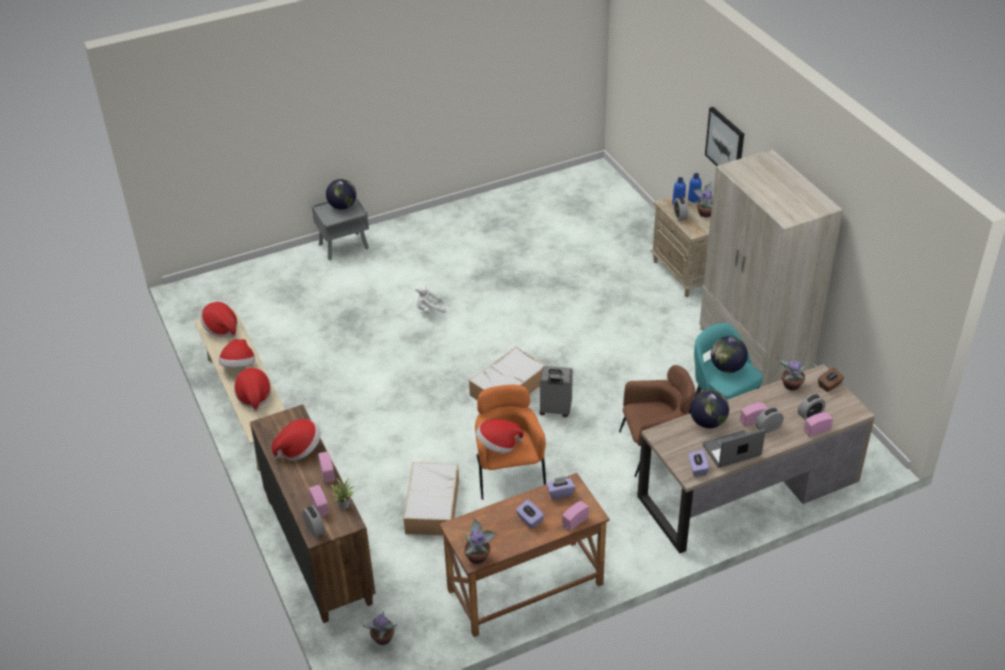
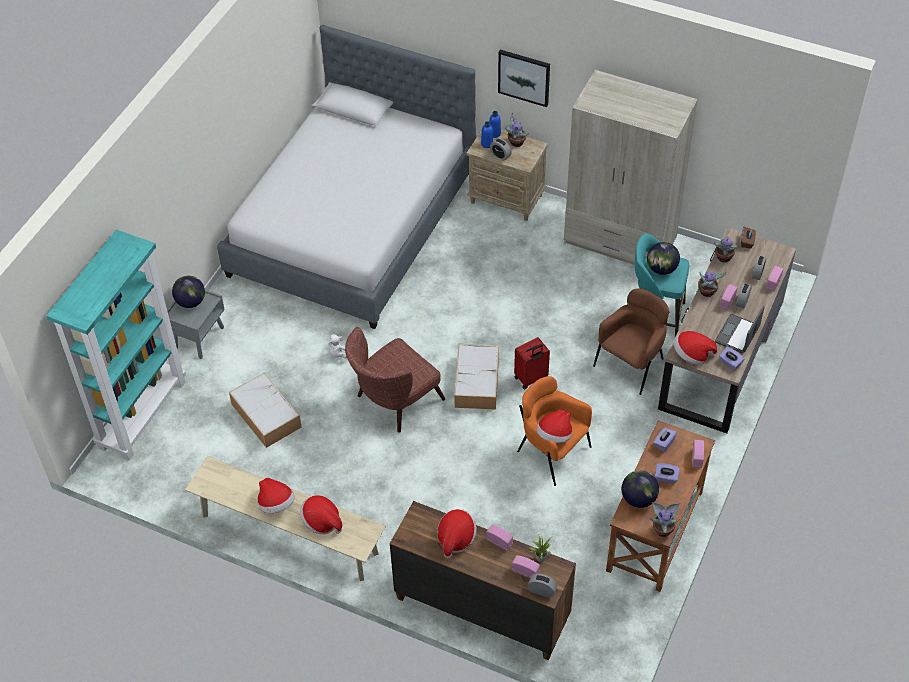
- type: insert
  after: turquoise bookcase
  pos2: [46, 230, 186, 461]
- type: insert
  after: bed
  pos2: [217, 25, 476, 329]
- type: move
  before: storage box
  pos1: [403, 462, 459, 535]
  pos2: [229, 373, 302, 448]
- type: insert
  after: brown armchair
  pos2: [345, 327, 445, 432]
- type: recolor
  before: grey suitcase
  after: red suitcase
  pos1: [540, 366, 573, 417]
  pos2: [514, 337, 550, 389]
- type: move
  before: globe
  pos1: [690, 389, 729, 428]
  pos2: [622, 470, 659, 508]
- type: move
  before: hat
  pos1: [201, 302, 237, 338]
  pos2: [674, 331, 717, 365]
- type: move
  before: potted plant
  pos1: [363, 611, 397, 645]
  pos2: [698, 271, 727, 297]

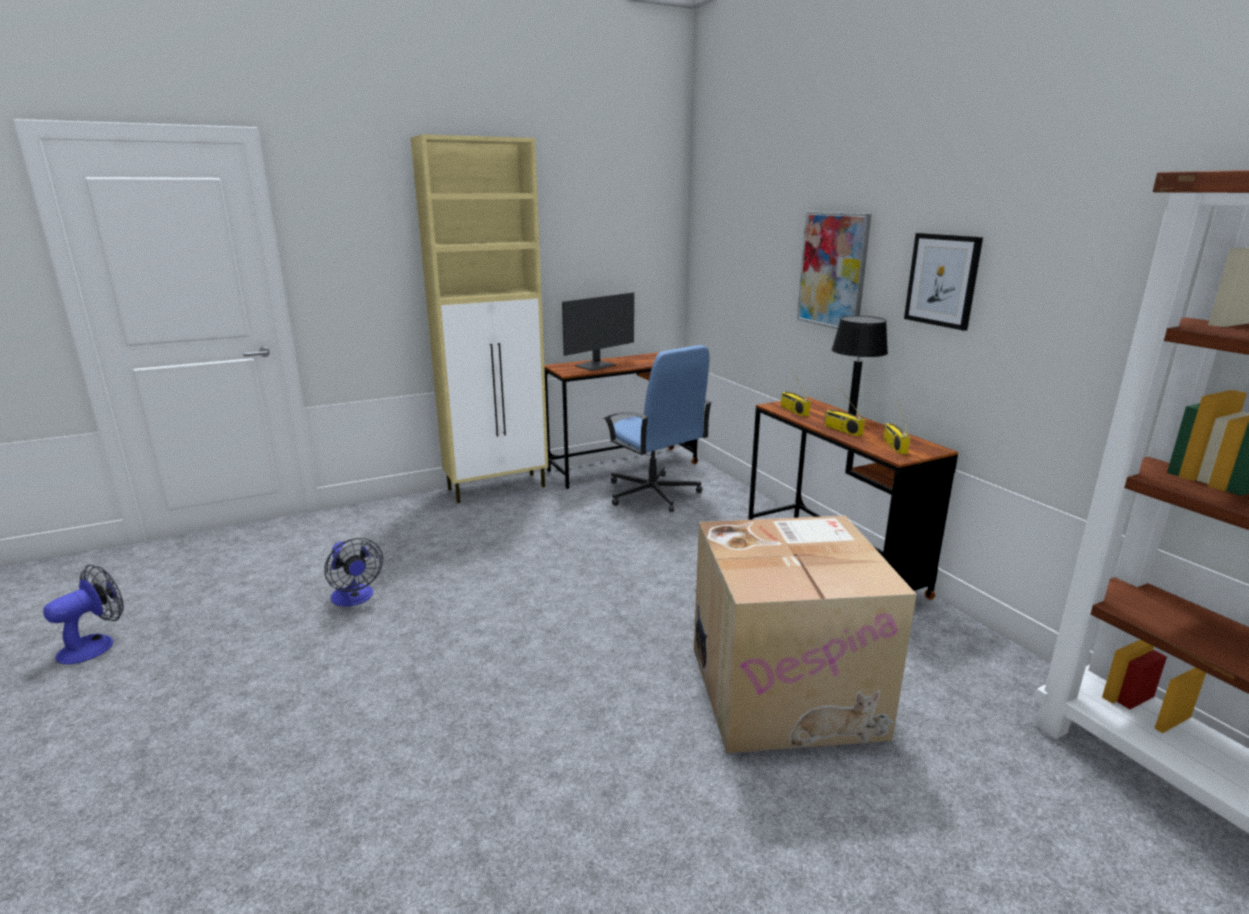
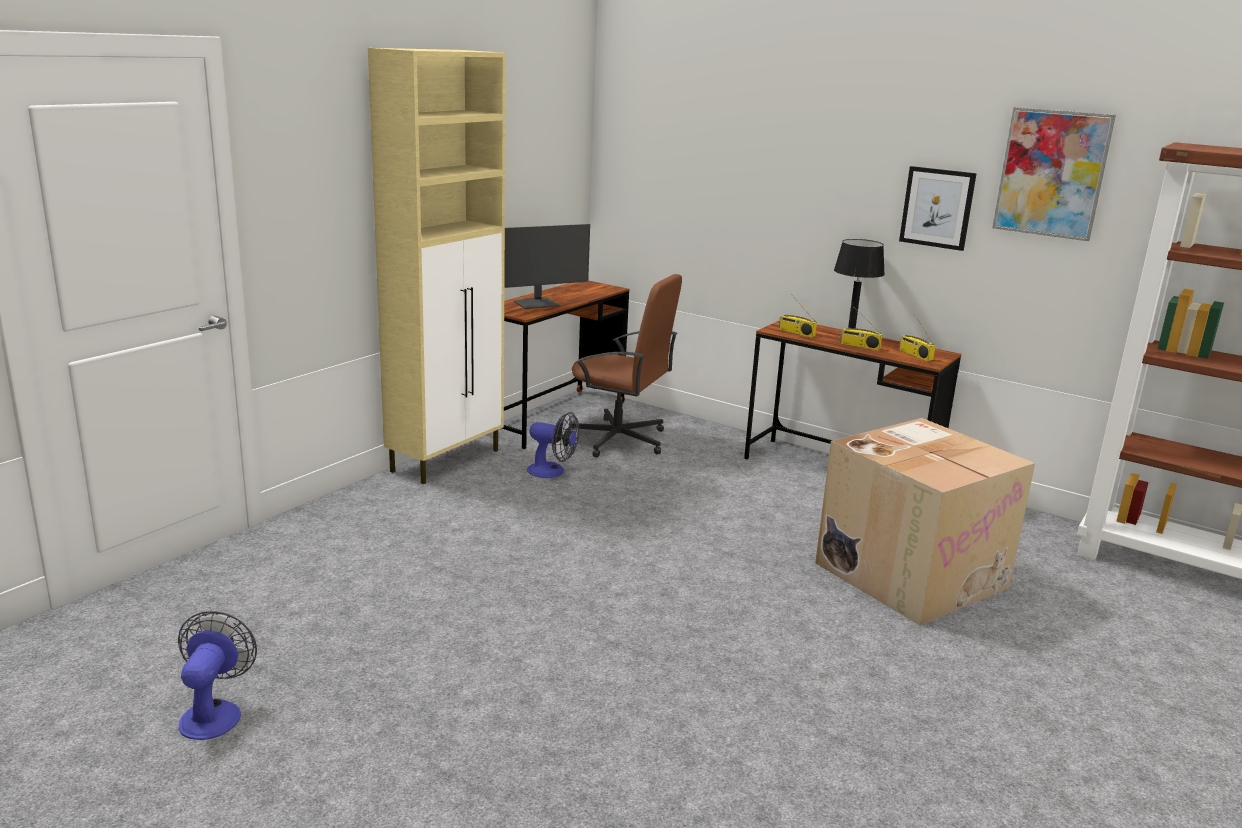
- type: rotate
  before: monitor
  pos1: [562, 292, 634, 371]
  pos2: [504, 224, 590, 309]
  turn: 45
- type: move
  before: fan
  pos1: [324, 538, 383, 607]
  pos2: [527, 412, 579, 478]
- type: recolor
  before: blue office chair
  after: brown office chair
  pos1: [603, 345, 712, 512]
  pos2: [569, 274, 682, 458]
- type: move
  before: picture
  pos1: [797, 212, 872, 329]
  pos2: [992, 107, 1116, 241]

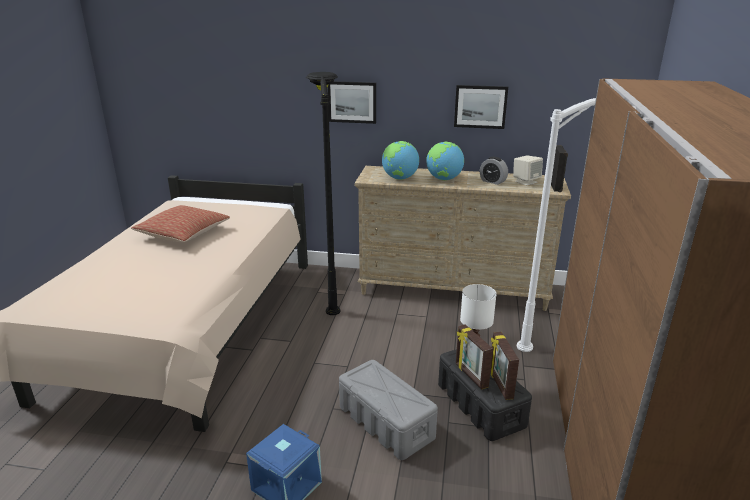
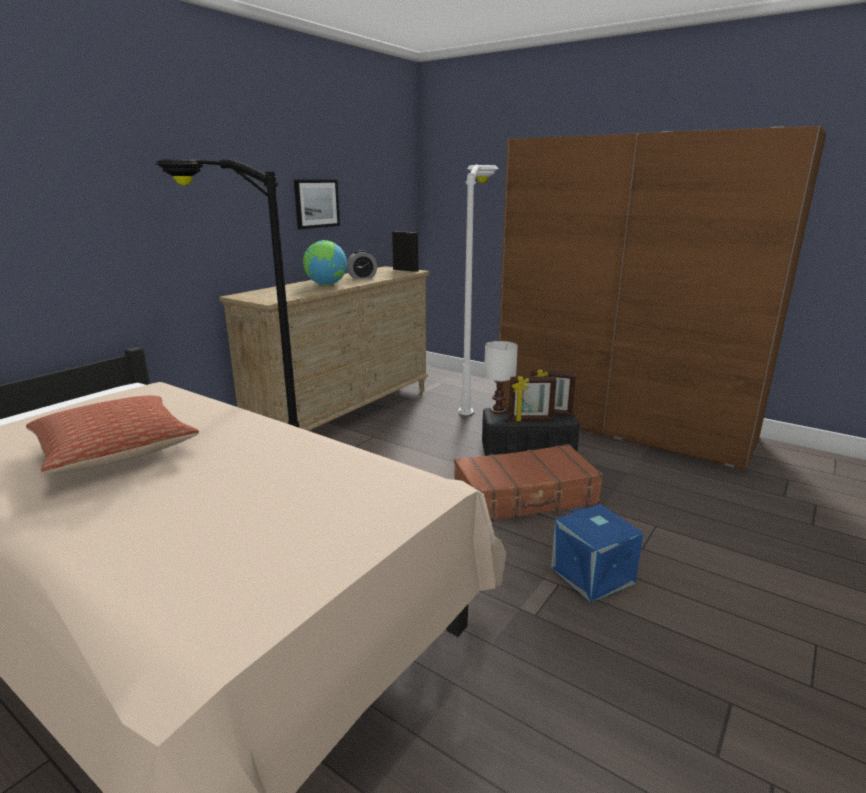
- type: replace
  before: grey storage box
  after: brown suitcase
  pos1: [339, 360, 438, 460]
  pos2: [454, 444, 603, 521]
- type: delete
  before: picture
  pos1: [328, 81, 376, 124]
- type: delete
  before: globe
  pos1: [382, 141, 419, 180]
- type: delete
  before: beige speaker
  pos1: [513, 155, 543, 186]

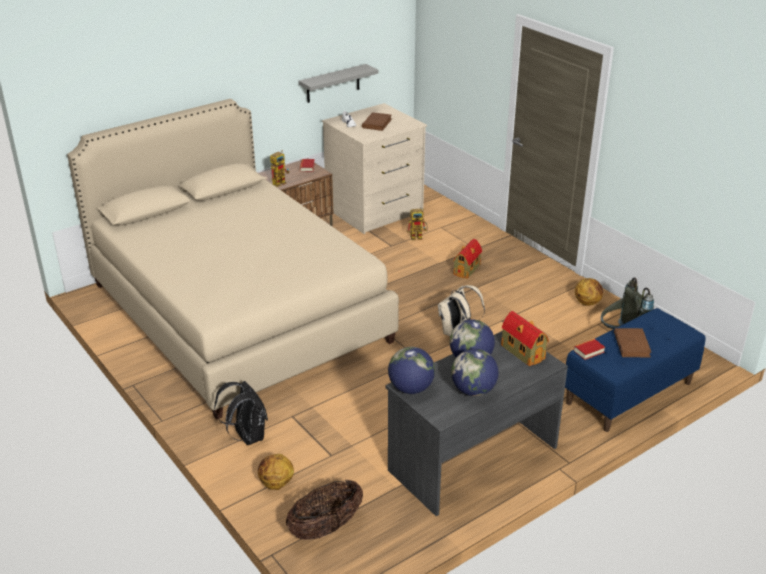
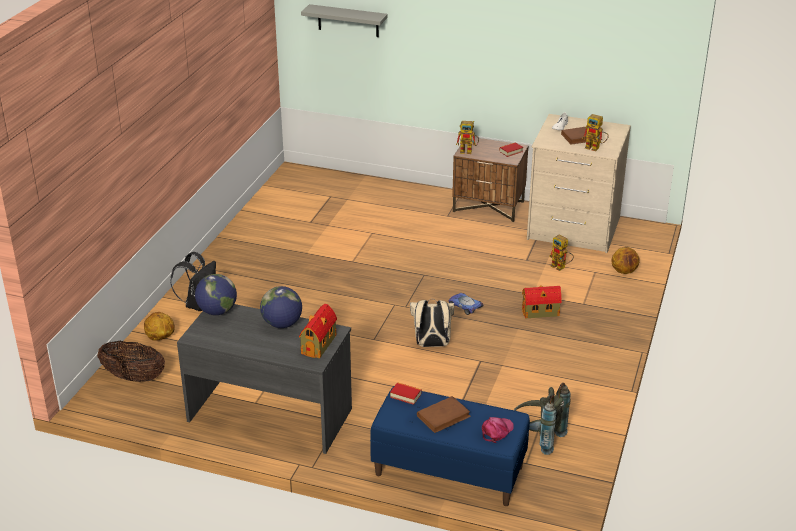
- type: move
  before: grey shelf
  pos1: [299, 64, 379, 103]
  pos2: [301, 4, 388, 37]
- type: insert
  after: toy car
  pos2: [449, 293, 483, 315]
- type: insert
  after: pink cap
  pos2: [482, 417, 514, 443]
- type: insert
  after: toy robot
  pos2: [582, 114, 608, 151]
- type: move
  before: basketball
  pos1: [575, 278, 603, 306]
  pos2: [612, 247, 640, 274]
- type: delete
  before: beige bed
  pos1: [67, 99, 399, 419]
- type: delete
  before: globe
  pos1: [451, 349, 498, 396]

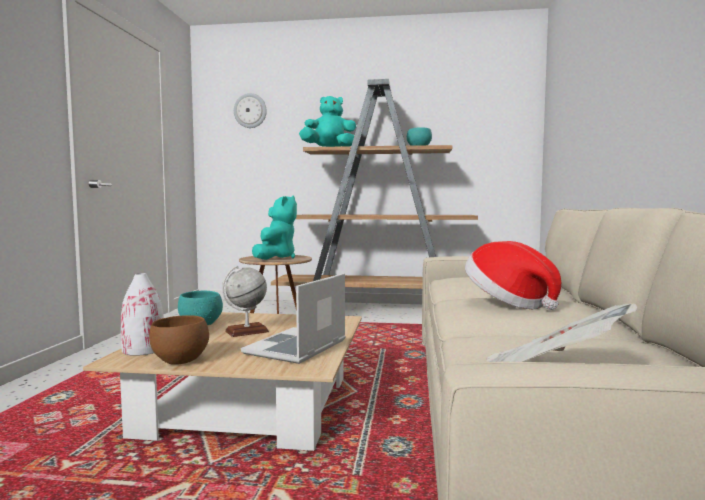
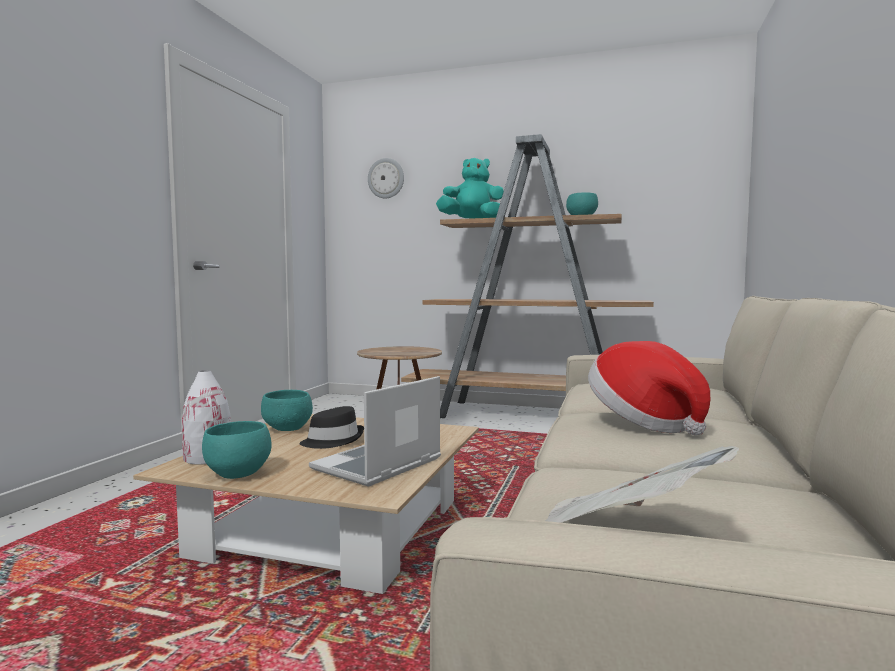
- type: recolor
  before: brown bowl
  after: turquoise bowl
  pos1: [149, 315, 209, 365]
  pos2: [202, 421, 272, 479]
- type: replace
  before: globe
  after: black hat
  pos1: [222, 266, 269, 337]
  pos2: [300, 406, 364, 449]
- type: delete
  before: turquoise plush toy
  pos1: [252, 195, 297, 260]

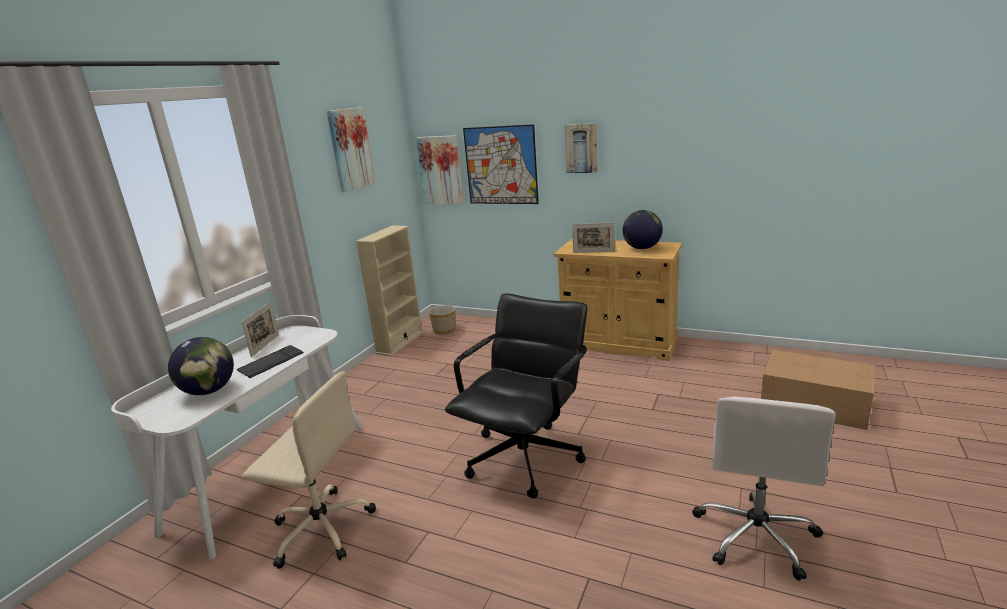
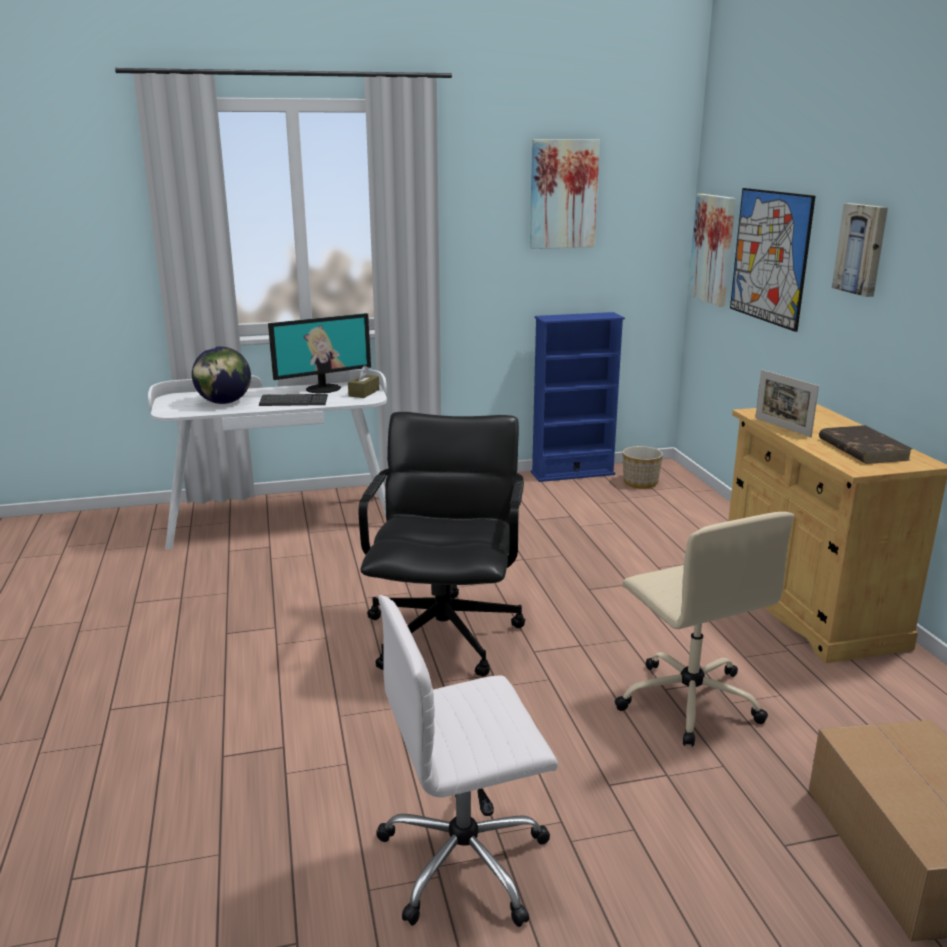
- type: replace
  before: picture frame
  after: monitor
  pos1: [241, 302, 279, 357]
  pos2: [268, 313, 371, 394]
- type: insert
  after: brown tissue box
  pos2: [348, 365, 379, 398]
- type: rotate
  before: black office chair
  pos1: [445, 293, 587, 499]
  pos2: [359, 412, 525, 676]
  turn: -75
- type: recolor
  before: beige bookcase
  after: blue bookcase
  pos1: [356, 225, 424, 356]
  pos2: [531, 312, 625, 482]
- type: move
  before: beige office chair
  pos1: [242, 372, 376, 569]
  pos2: [615, 512, 794, 747]
- type: replace
  before: globe
  after: brown book
  pos1: [623, 210, 663, 249]
  pos2: [819, 425, 912, 464]

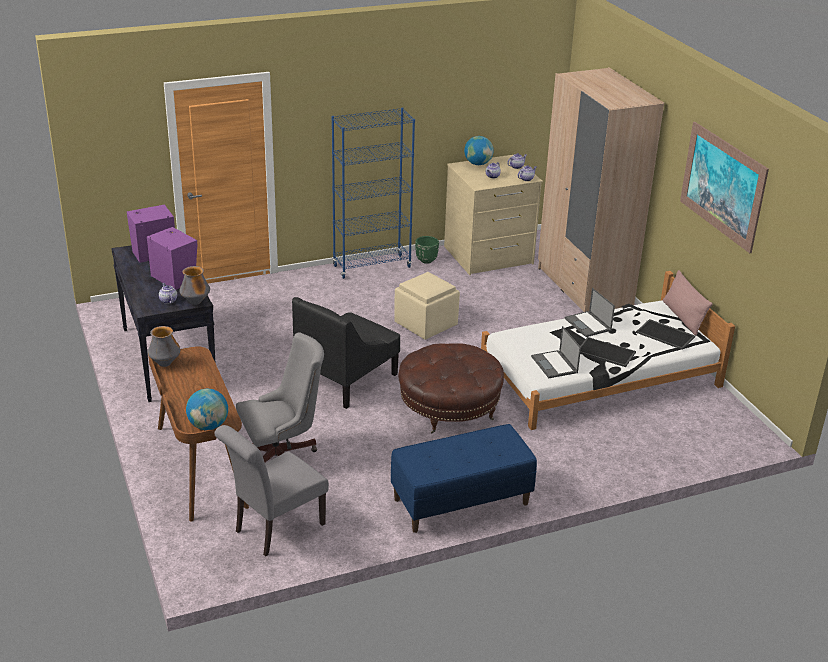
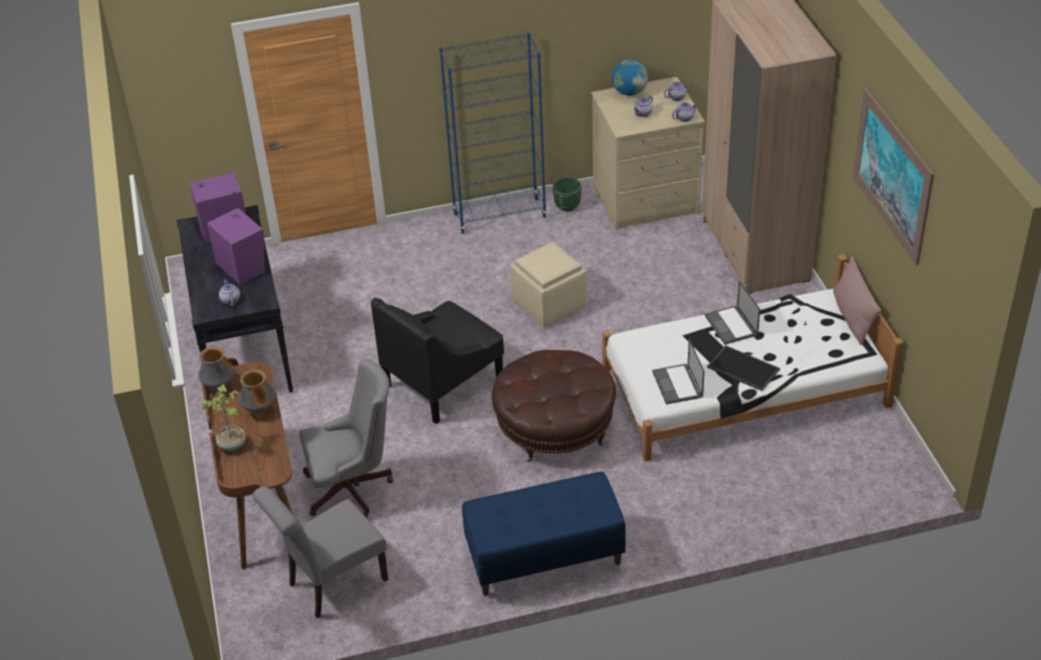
- type: insert
  after: potted plant
  pos2: [199, 384, 246, 451]
- type: move
  before: vase
  pos1: [179, 266, 210, 305]
  pos2: [239, 369, 276, 414]
- type: delete
  before: globe
  pos1: [186, 389, 228, 430]
- type: delete
  before: tray
  pos1: [636, 319, 695, 350]

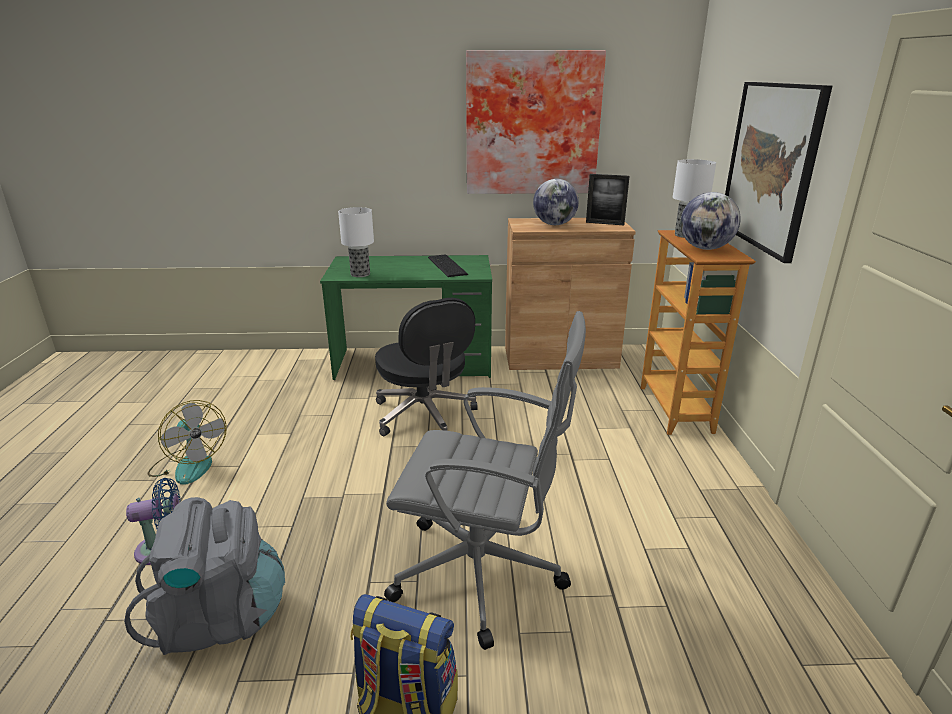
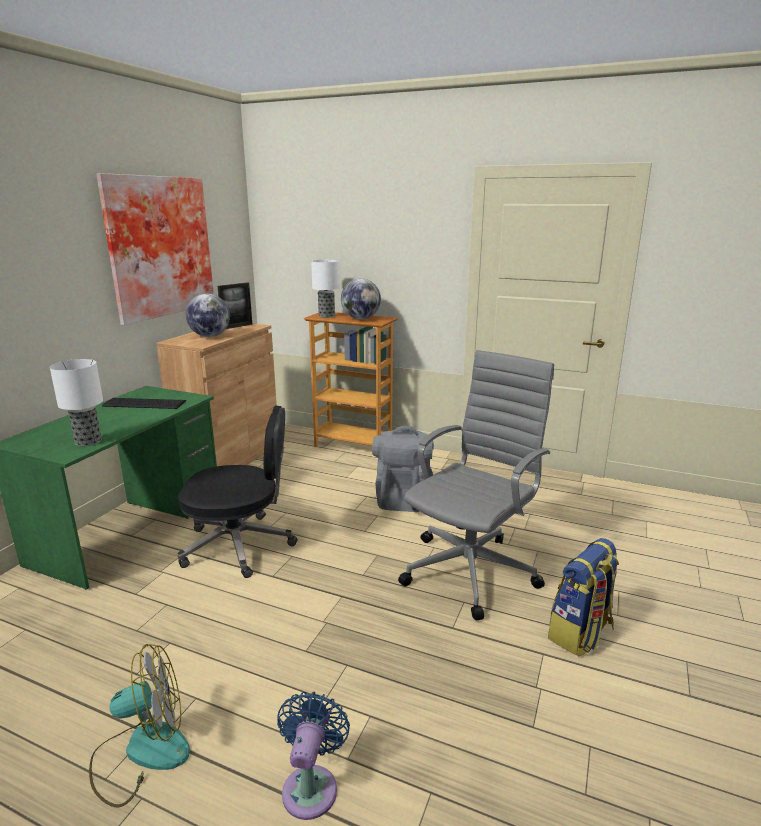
- type: move
  before: grey backpack
  pos1: [124, 497, 285, 655]
  pos2: [372, 426, 434, 512]
- type: delete
  before: picture
  pos1: [725, 82, 832, 263]

